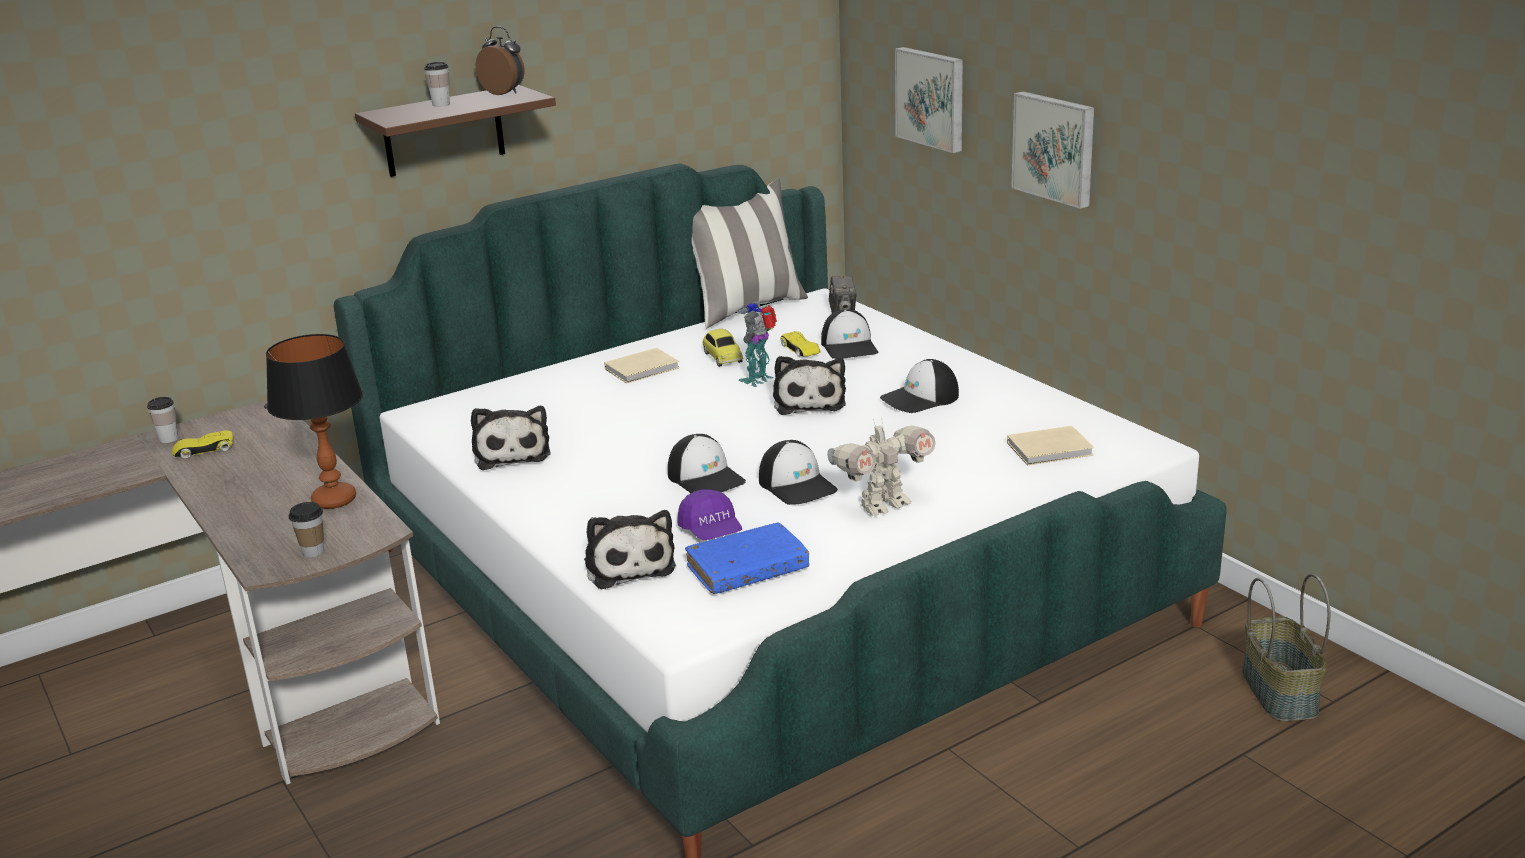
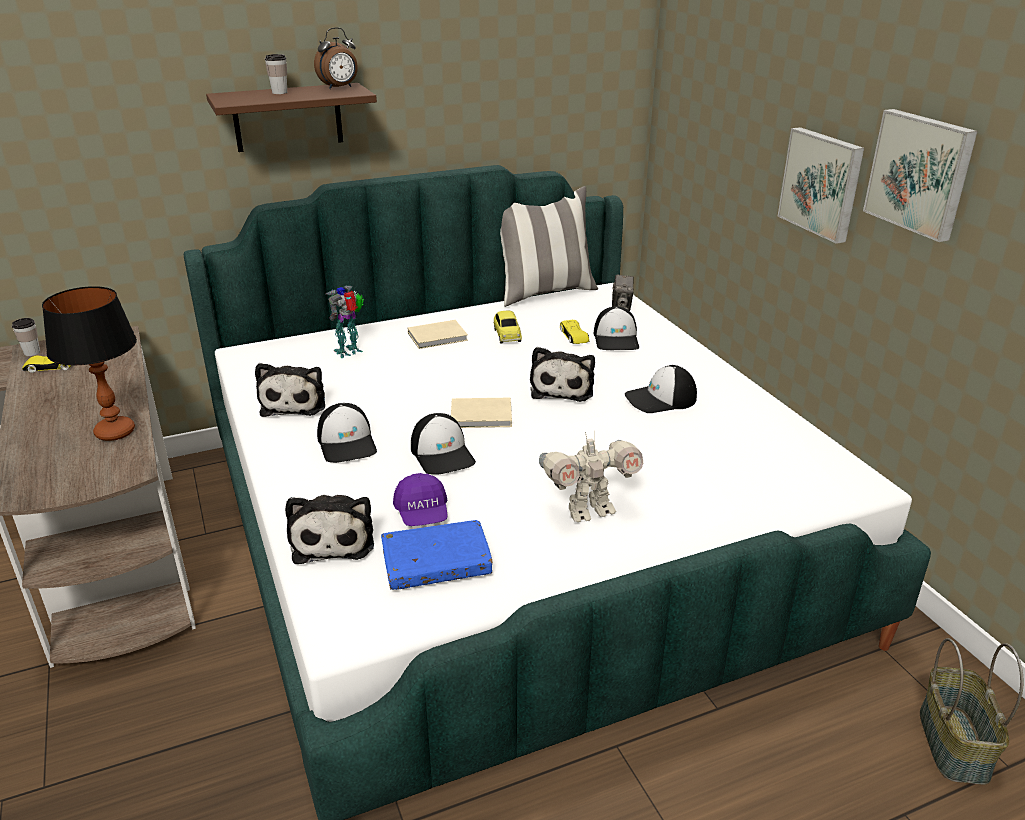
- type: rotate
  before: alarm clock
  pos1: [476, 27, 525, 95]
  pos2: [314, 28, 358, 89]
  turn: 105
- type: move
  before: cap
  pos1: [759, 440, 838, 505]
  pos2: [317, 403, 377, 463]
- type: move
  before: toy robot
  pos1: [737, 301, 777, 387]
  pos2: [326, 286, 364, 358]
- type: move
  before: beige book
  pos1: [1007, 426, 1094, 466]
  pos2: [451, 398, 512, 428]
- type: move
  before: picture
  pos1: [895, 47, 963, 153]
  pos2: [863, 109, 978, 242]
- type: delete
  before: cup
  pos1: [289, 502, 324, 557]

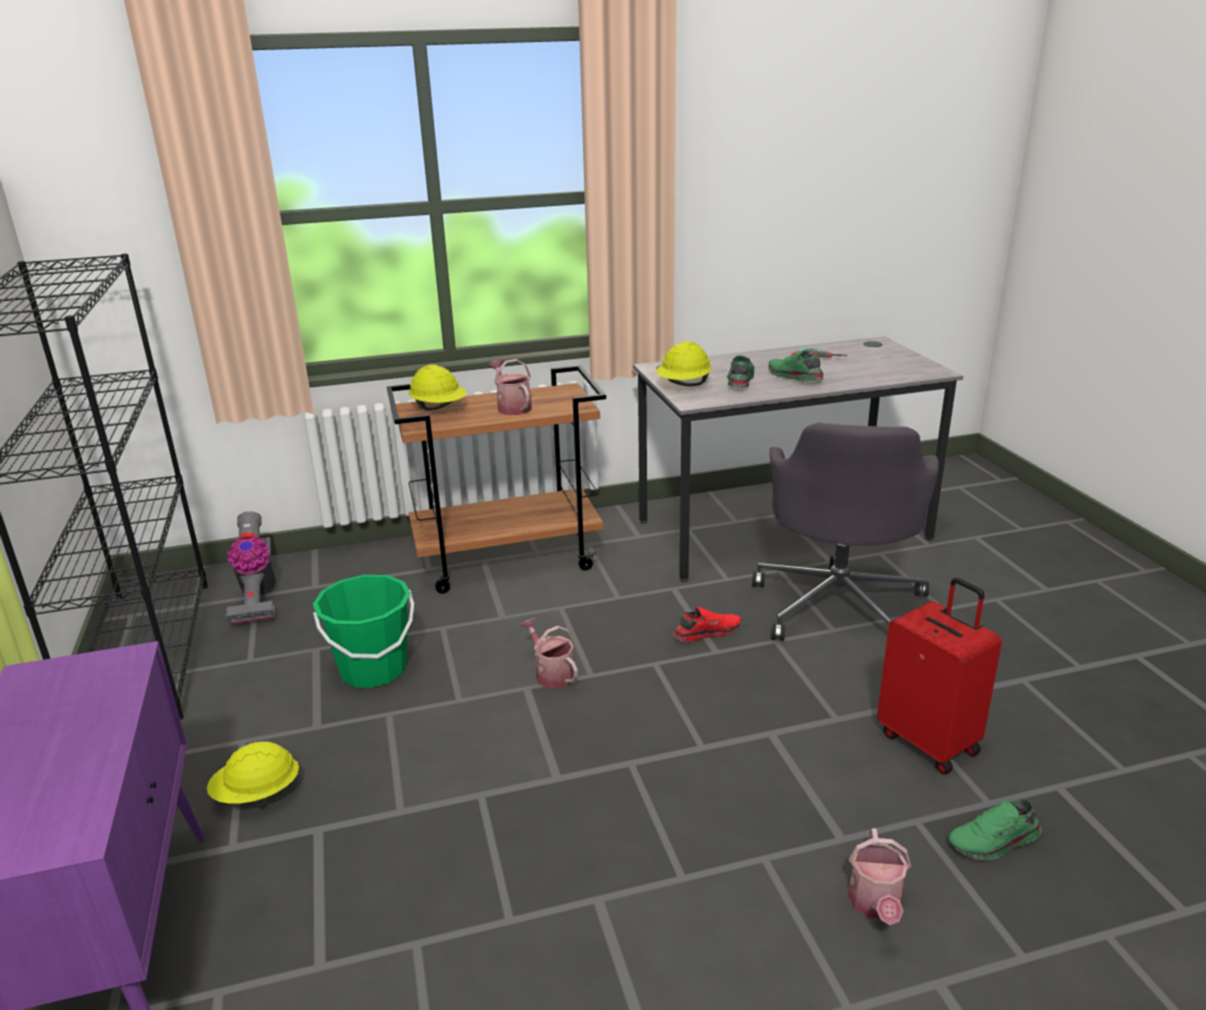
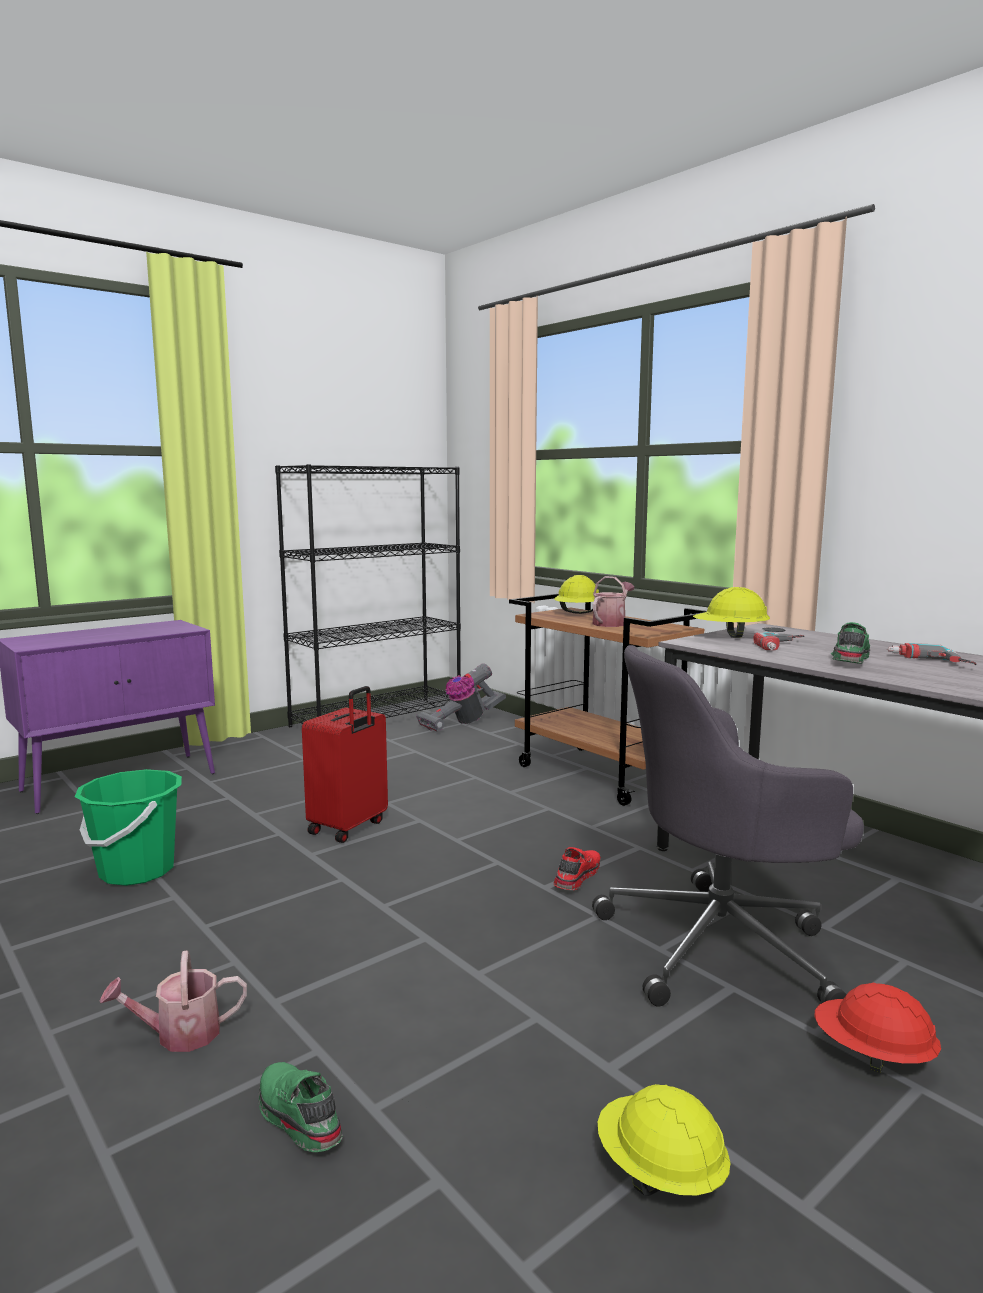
- type: move
  before: green bucket
  pos1: [313, 575, 414, 688]
  pos2: [75, 769, 182, 886]
- type: move
  before: red suitcase
  pos1: [877, 577, 1002, 774]
  pos2: [302, 686, 388, 843]
- type: rotate
  before: red shoe
  pos1: [673, 607, 742, 642]
  pos2: [554, 847, 601, 890]
  turn: -105
- type: move
  before: yellow hard hat
  pos1: [207, 741, 299, 808]
  pos2: [598, 1084, 730, 1196]
- type: replace
  before: green shoe
  after: power drill
  pos1: [727, 355, 755, 388]
  pos2: [753, 632, 805, 650]
- type: insert
  after: red hard hat
  pos2: [814, 982, 941, 1073]
- type: delete
  before: watering can
  pos1: [521, 618, 578, 688]

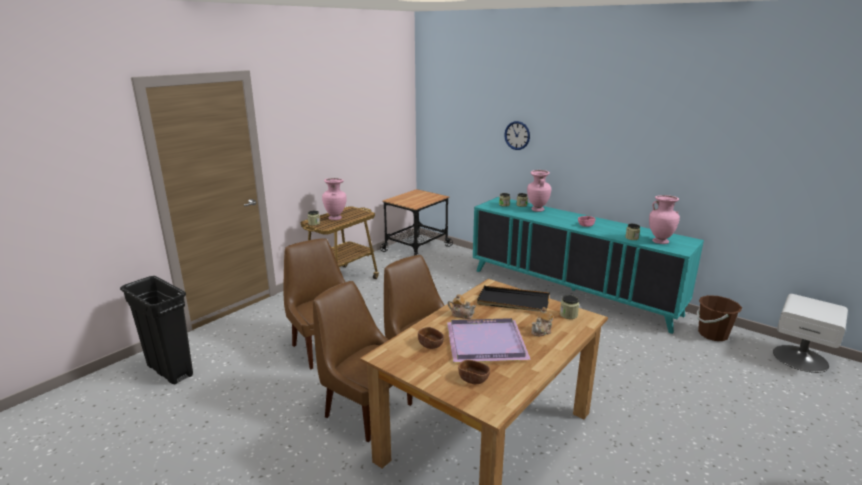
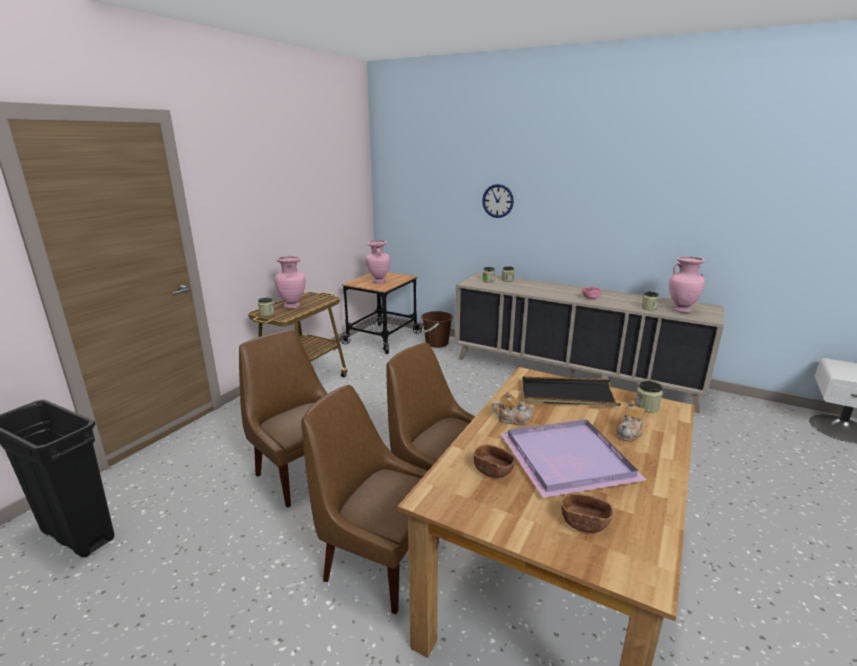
- type: move
  before: pink vase
  pos1: [527, 170, 551, 212]
  pos2: [366, 240, 390, 283]
- type: move
  before: brown bucket
  pos1: [697, 295, 742, 341]
  pos2: [421, 311, 453, 348]
- type: recolor
  before: turquoise cabinet
  after: beige cabinet
  pos1: [473, 197, 704, 334]
  pos2: [454, 273, 724, 413]

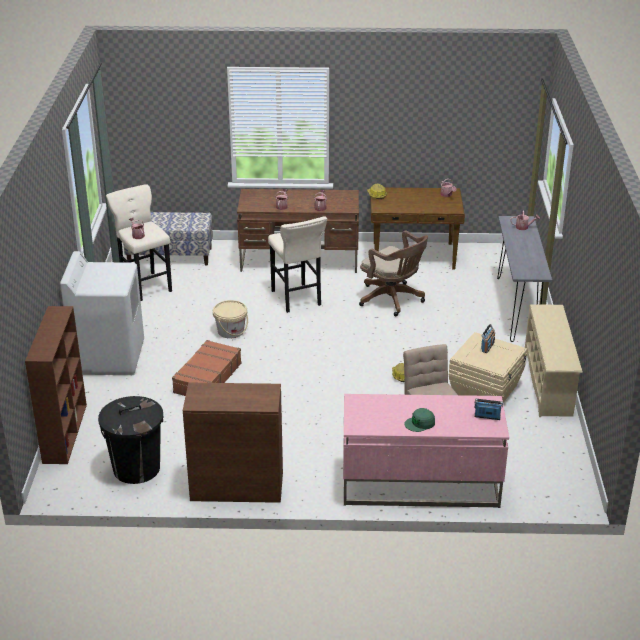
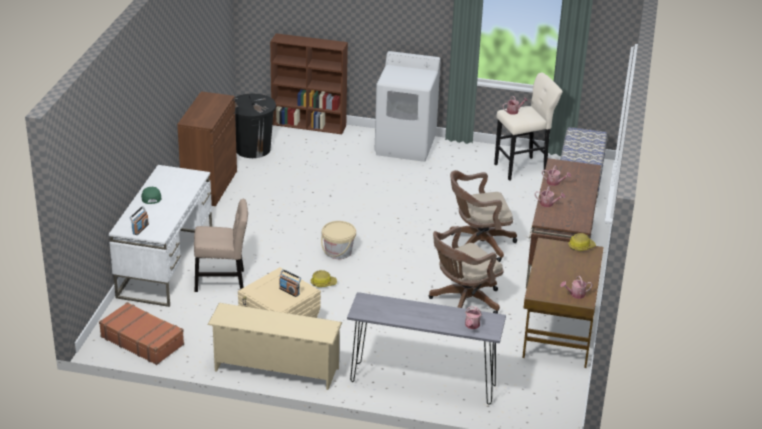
- type: move
  before: brown suitcase
  pos1: [172, 340, 242, 396]
  pos2: [99, 302, 184, 365]
- type: recolor
  before: pink desk
  after: white desk
  pos1: [343, 394, 509, 508]
  pos2: [109, 165, 212, 307]
- type: move
  before: beige bucket
  pos1: [213, 300, 248, 339]
  pos2: [321, 221, 356, 259]
- type: replace
  before: beige stool
  after: brown office chair
  pos1: [268, 216, 327, 313]
  pos2: [449, 170, 517, 262]

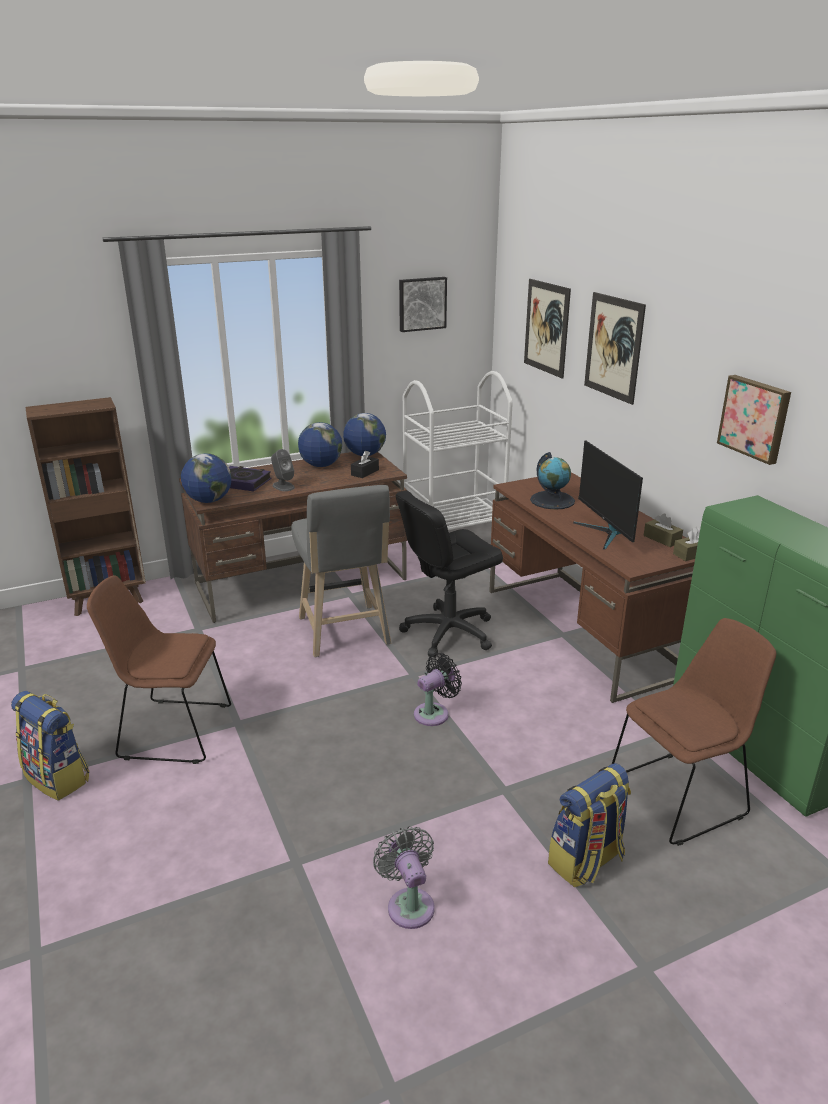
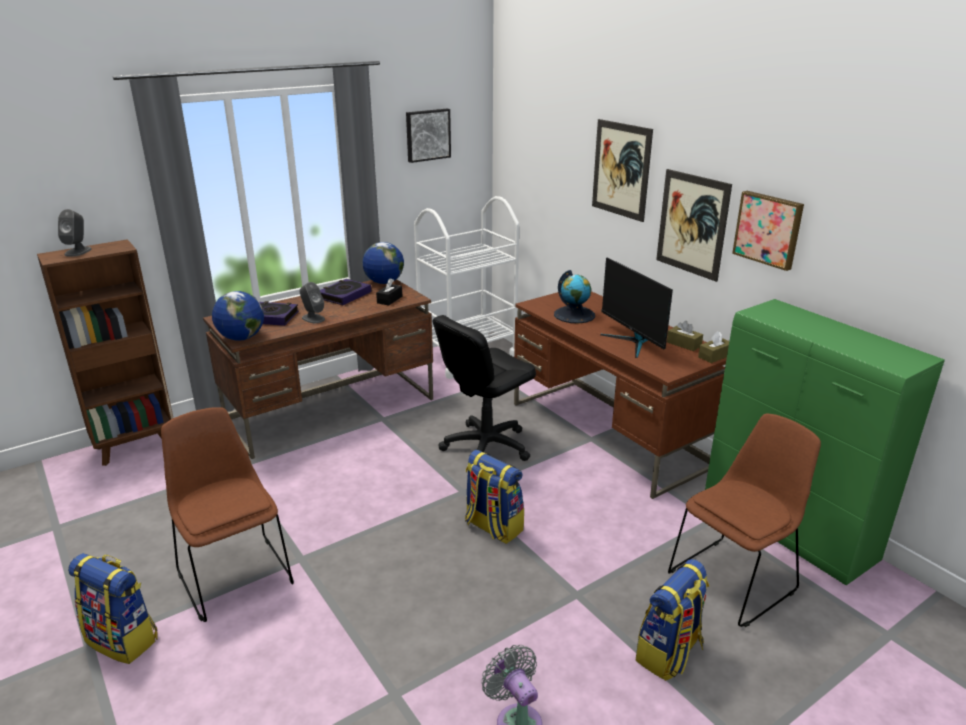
- type: insert
  after: grey speaker
  pos2: [58, 209, 92, 256]
- type: rotate
  before: brown chair
  pos1: [87, 575, 231, 764]
  pos2: [161, 407, 294, 622]
  turn: 60
- type: replace
  before: globe
  after: book
  pos1: [298, 422, 342, 467]
  pos2: [320, 279, 372, 305]
- type: replace
  before: black fan
  after: backpack
  pos1: [414, 653, 462, 726]
  pos2: [465, 450, 524, 544]
- type: move
  before: picture
  pos1: [524, 279, 571, 378]
  pos2: [656, 169, 732, 282]
- type: delete
  before: grey stool
  pos1: [292, 485, 391, 657]

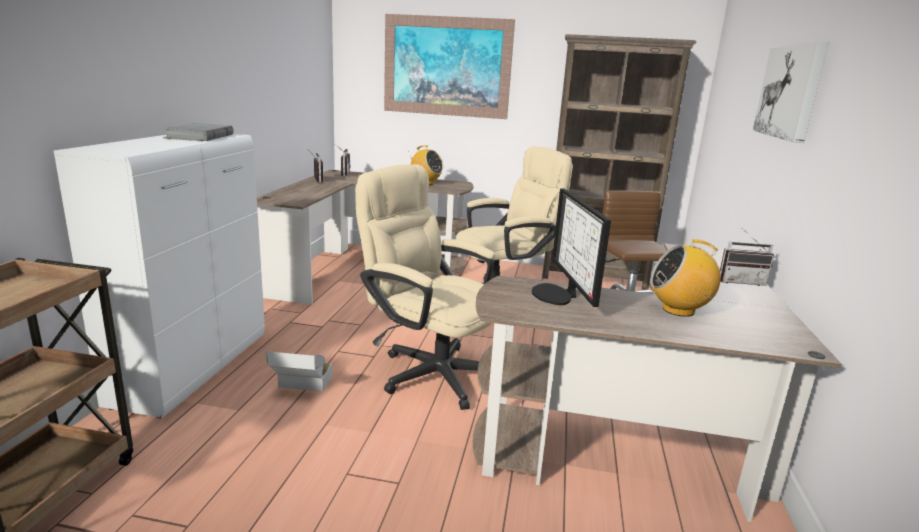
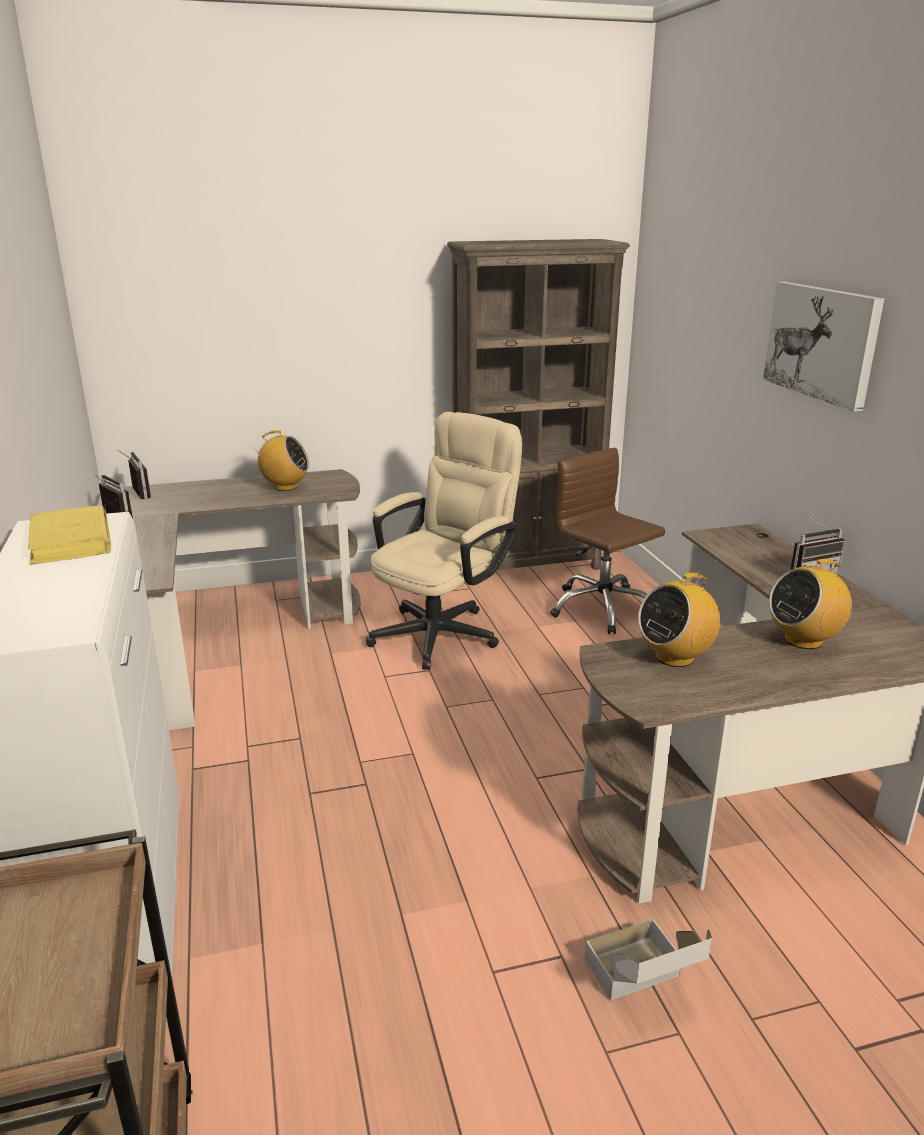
- type: recolor
  before: grey book
  after: yellow book
  pos1: [163, 123, 234, 141]
  pos2: [28, 505, 111, 565]
- type: move
  before: cardboard box
  pos1: [266, 350, 332, 392]
  pos2: [585, 919, 712, 1001]
- type: replace
  before: monitor
  after: radio
  pos1: [532, 188, 611, 307]
  pos2: [638, 573, 720, 667]
- type: delete
  before: beige office chair
  pos1: [355, 164, 495, 410]
- type: delete
  before: picture
  pos1: [384, 14, 515, 119]

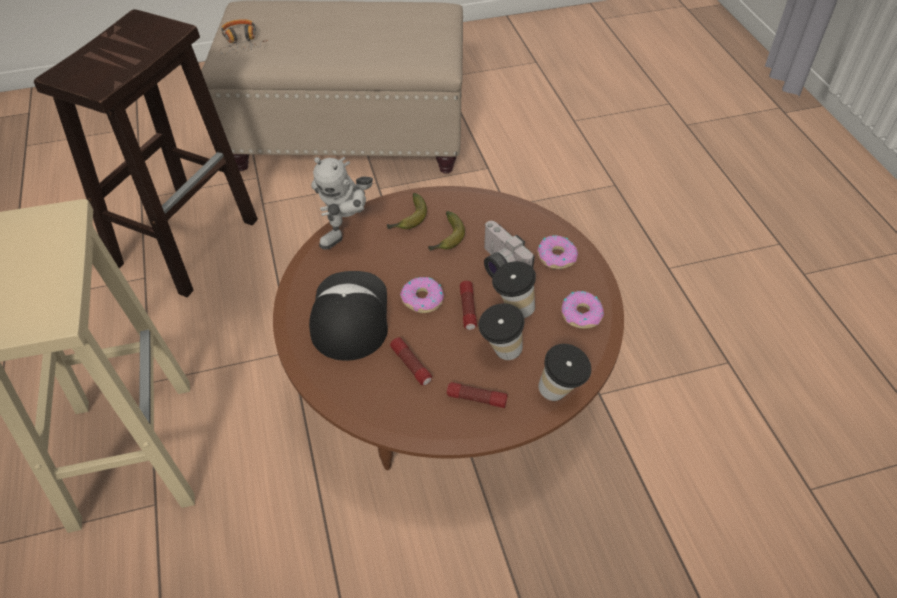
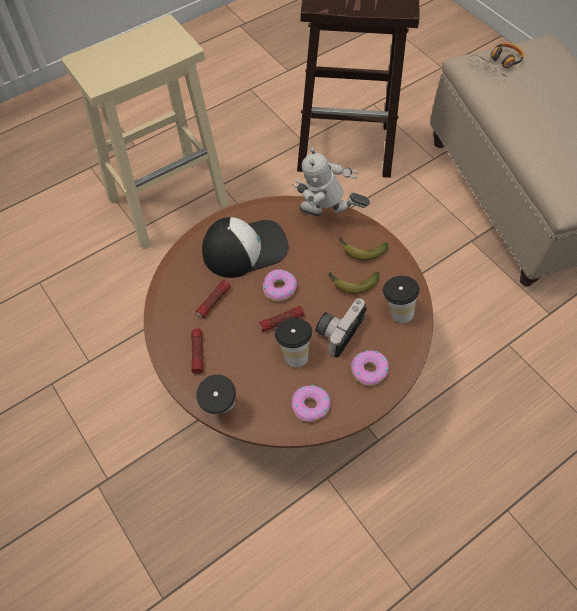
- type: move
  before: cup
  pos1: [478, 303, 524, 360]
  pos2: [383, 276, 420, 323]

